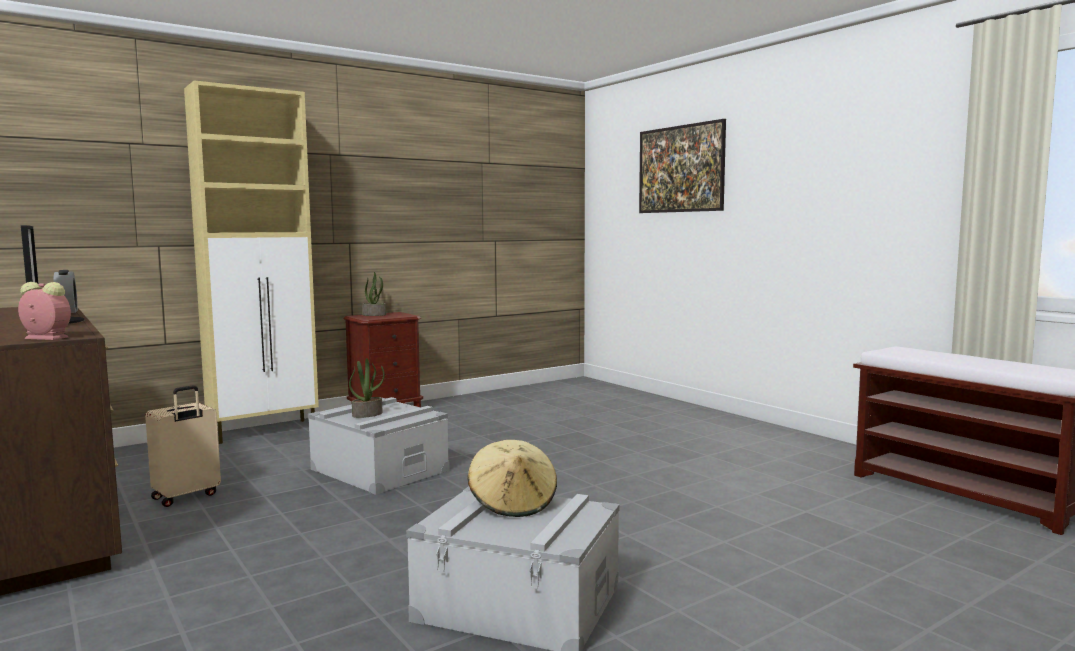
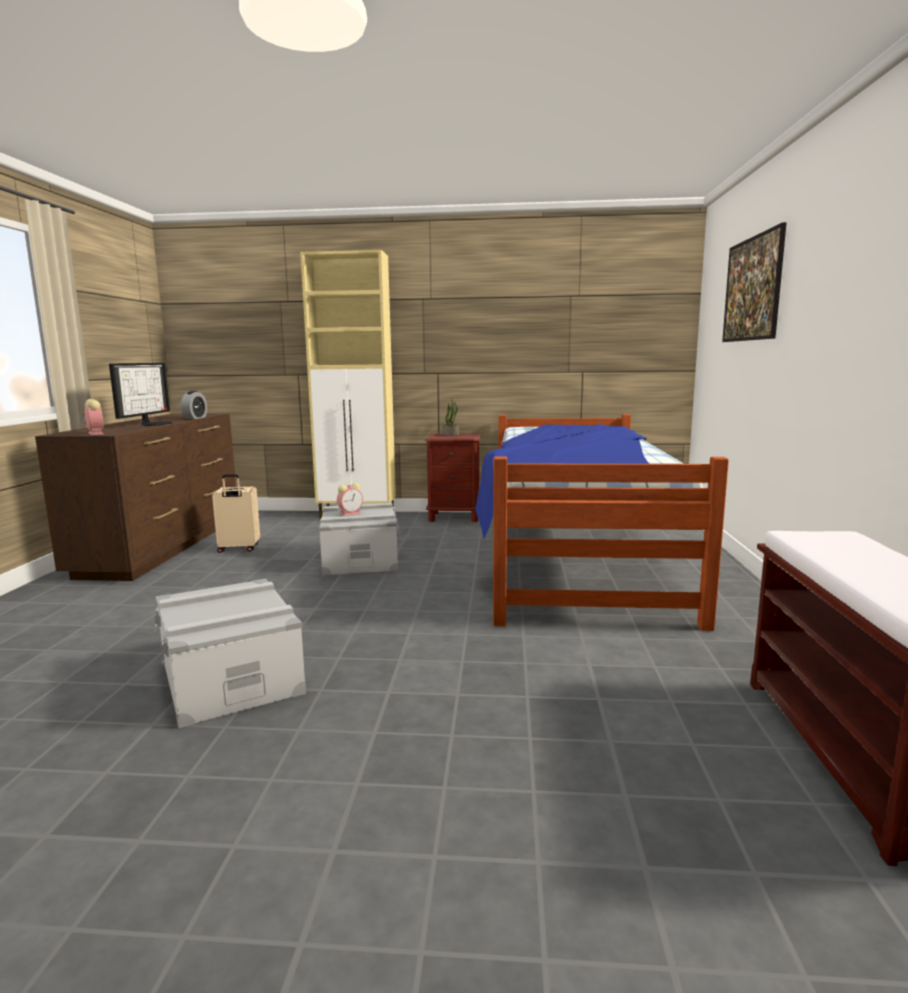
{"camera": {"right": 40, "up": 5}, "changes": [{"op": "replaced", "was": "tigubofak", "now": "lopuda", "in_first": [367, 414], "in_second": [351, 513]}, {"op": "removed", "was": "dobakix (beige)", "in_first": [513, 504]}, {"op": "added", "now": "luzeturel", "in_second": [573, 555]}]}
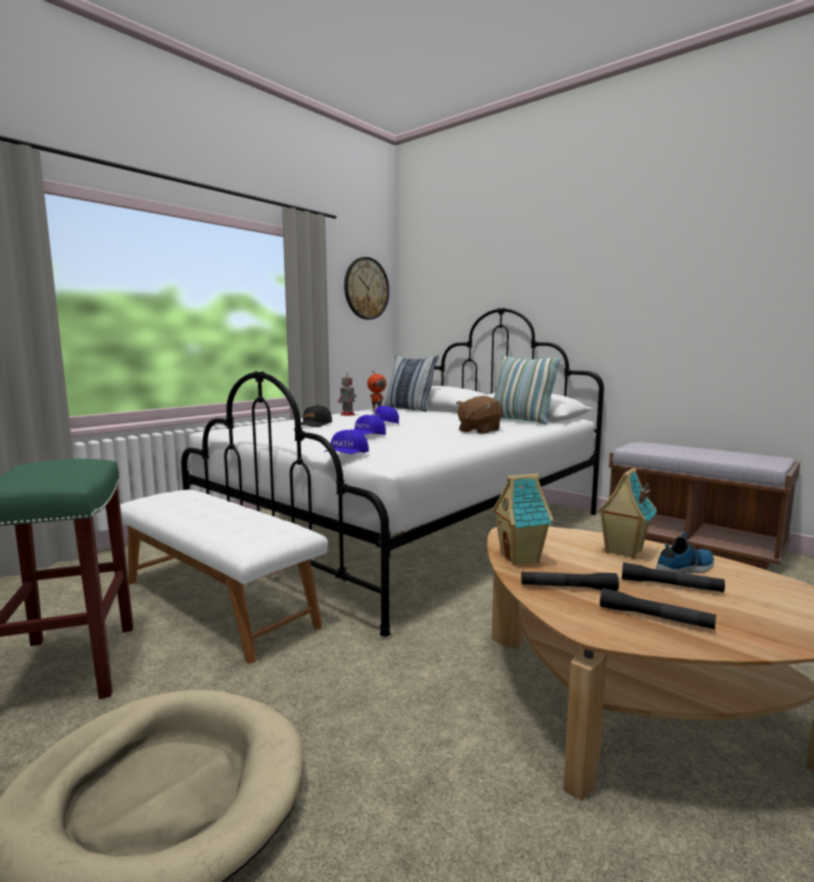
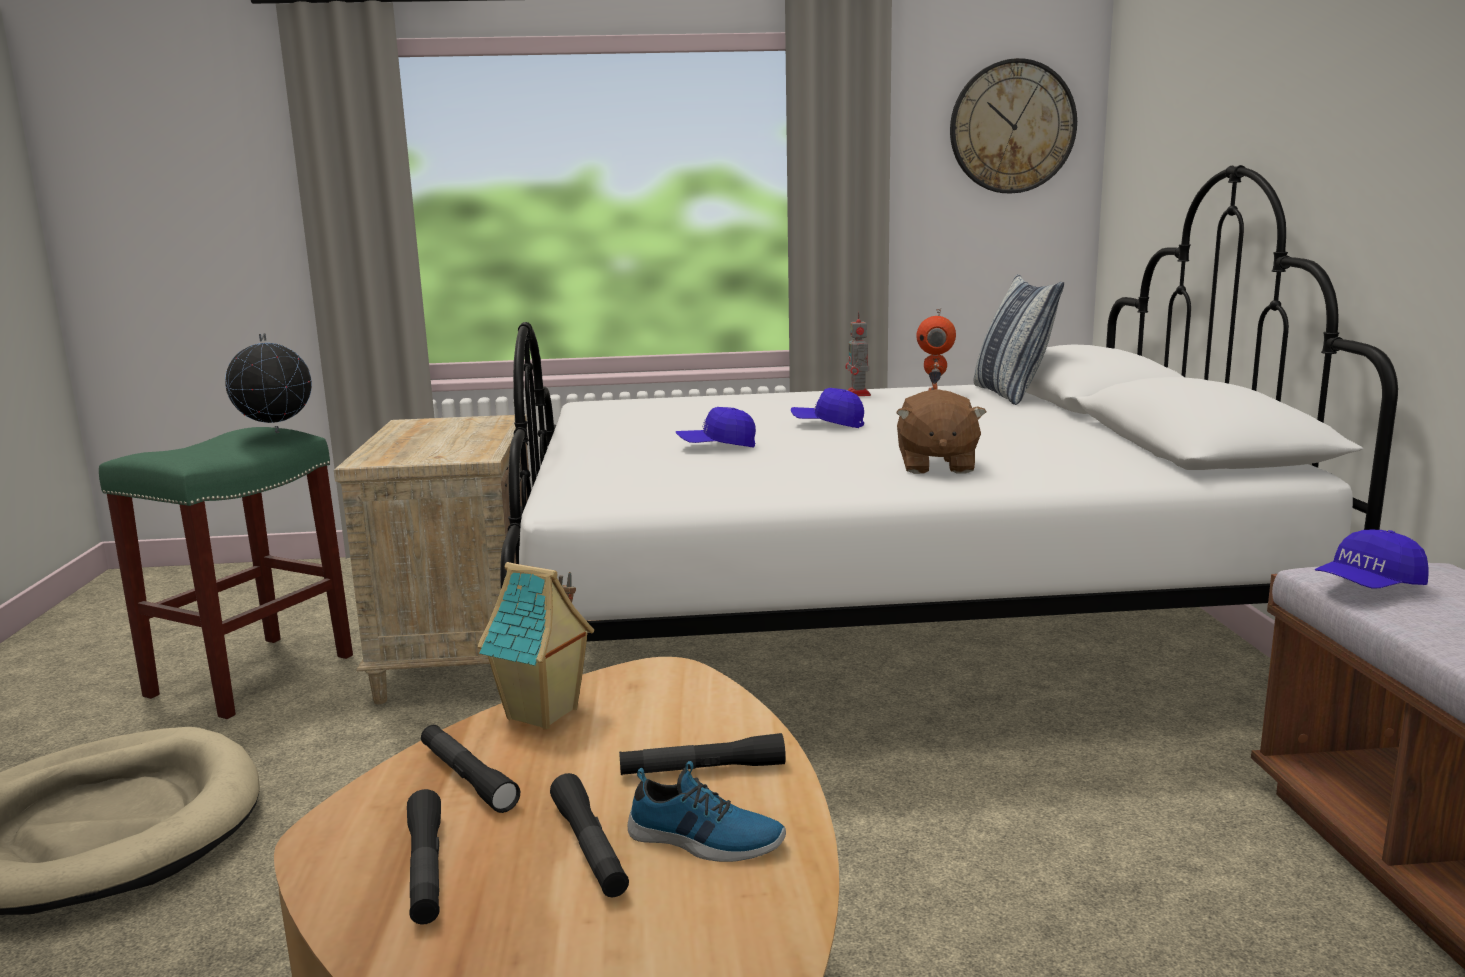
{"camera": {"right": 45, "up": 5}, "changes": [{"op": "replaced", "was": "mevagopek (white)", "now": "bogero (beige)", "in_first": [218, 602], "in_second": [461, 657]}, {"op": "removed", "was": "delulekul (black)", "in_first": [314, 424]}, {"op": "moved", "was": "delulekul (blue)", "in_first": [346, 456], "in_second": [1368, 586]}, {"op": "turned", "was": "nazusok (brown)", "in_first": [478, 431], "in_second": [936, 466], "clockwise": -75}, {"op": "removed", "was": "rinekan", "in_first": [520, 421]}, {"op": "replaced", "was": "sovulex", "now": "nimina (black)", "in_first": [622, 552], "in_second": [702, 769]}, {"op": "added", "now": "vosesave", "in_second": [275, 433]}]}
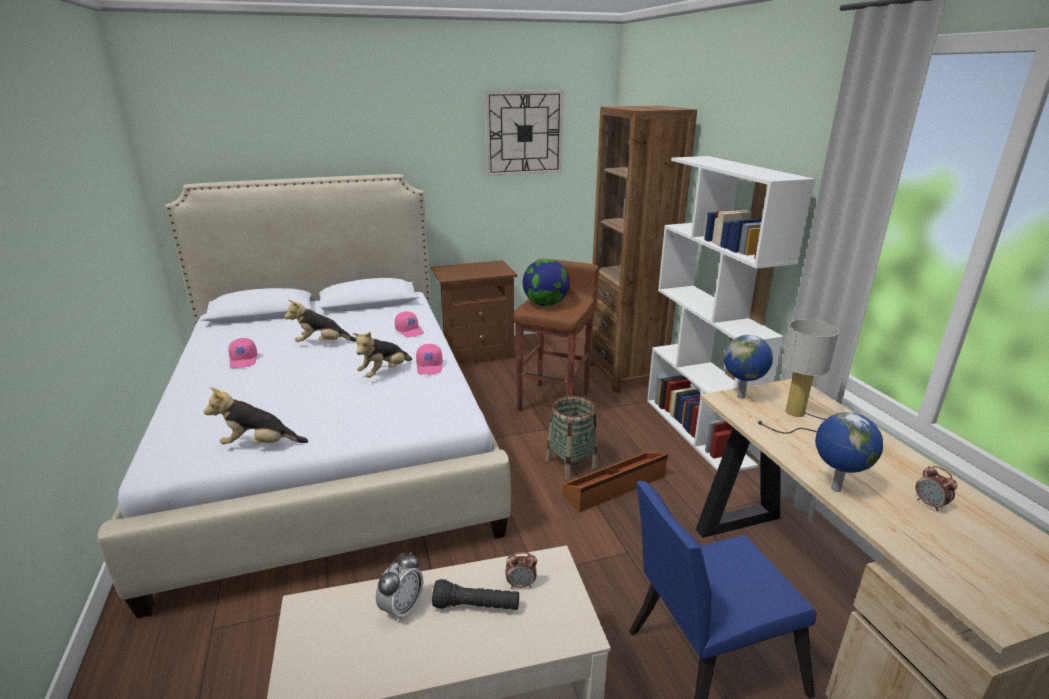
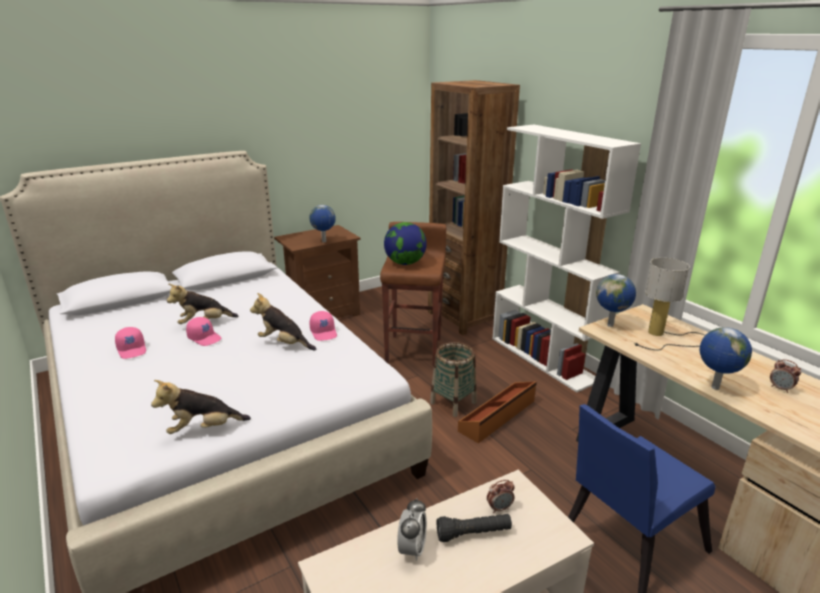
{"camera": {"right": -15, "up": 0}, "changes": [{"op": "turned", "was": "nazusok", "in_first": [384, 373], "in_second": [284, 343], "clockwise": 90}, {"op": "moved", "was": "delulekul (pink)", "in_first": [410, 331], "in_second": [205, 338]}, {"op": "removed", "was": "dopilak", "in_first": [524, 133]}, {"op": "added", "now": "vosesave", "in_second": [324, 241]}]}
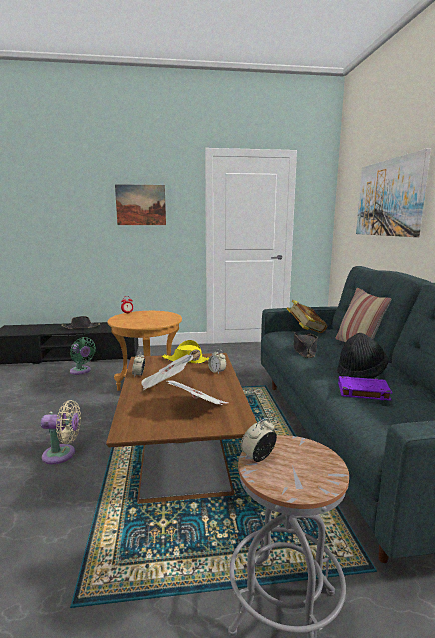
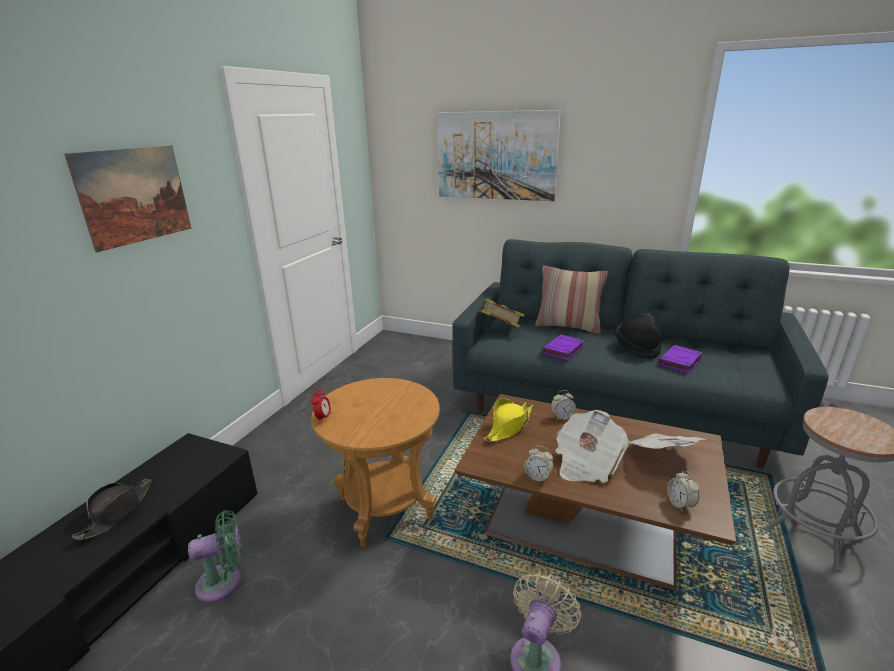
{"camera": {"right": -60, "up": 10}, "changes": [{"op": "moved", "was": "lopuda", "in_first": [258, 457], "in_second": [680, 504]}, {"op": "replaced", "was": "dobakix (black)", "now": "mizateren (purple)", "in_first": [304, 350], "in_second": [563, 350]}]}
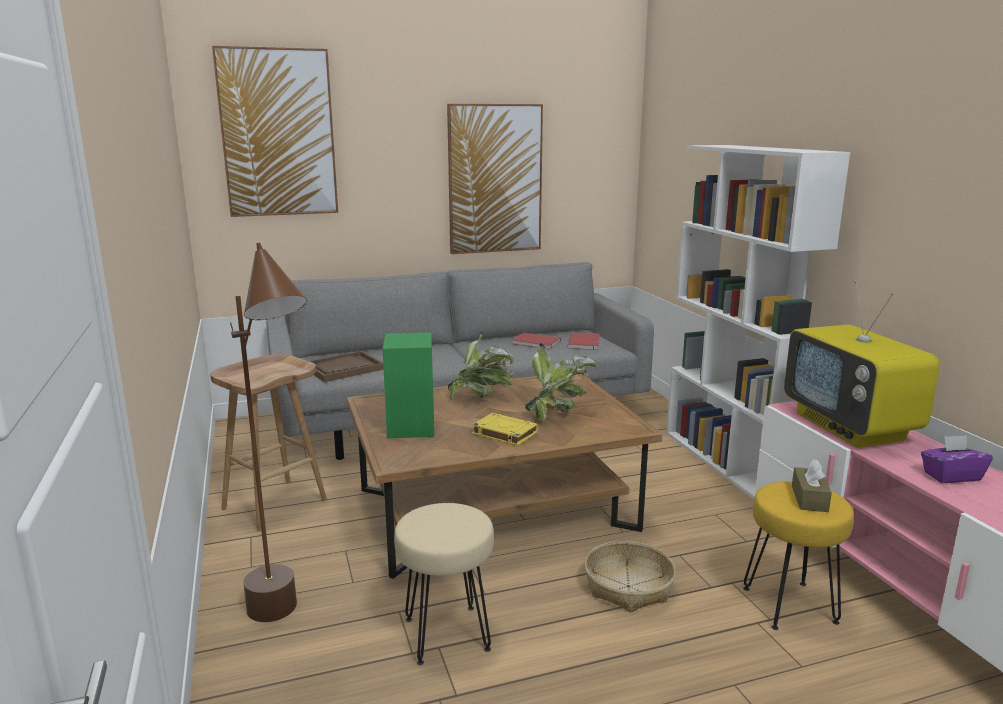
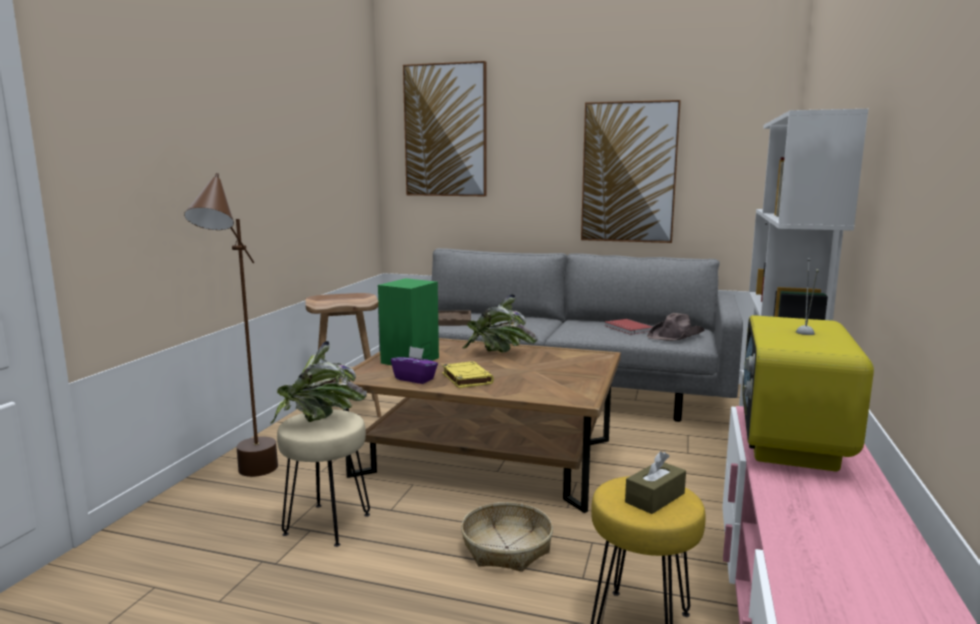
{"camera": {"right": 35, "up": -5}, "changes": [{"op": "moved", "was": "tigubofak", "in_first": [557, 412], "in_second": [319, 422]}, {"op": "replaced", "was": "mizateren (red)", "now": "dobakix (brown)", "in_first": [585, 343], "in_second": [676, 336]}, {"op": "moved", "was": "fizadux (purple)", "in_first": [951, 476], "in_second": [415, 379]}]}
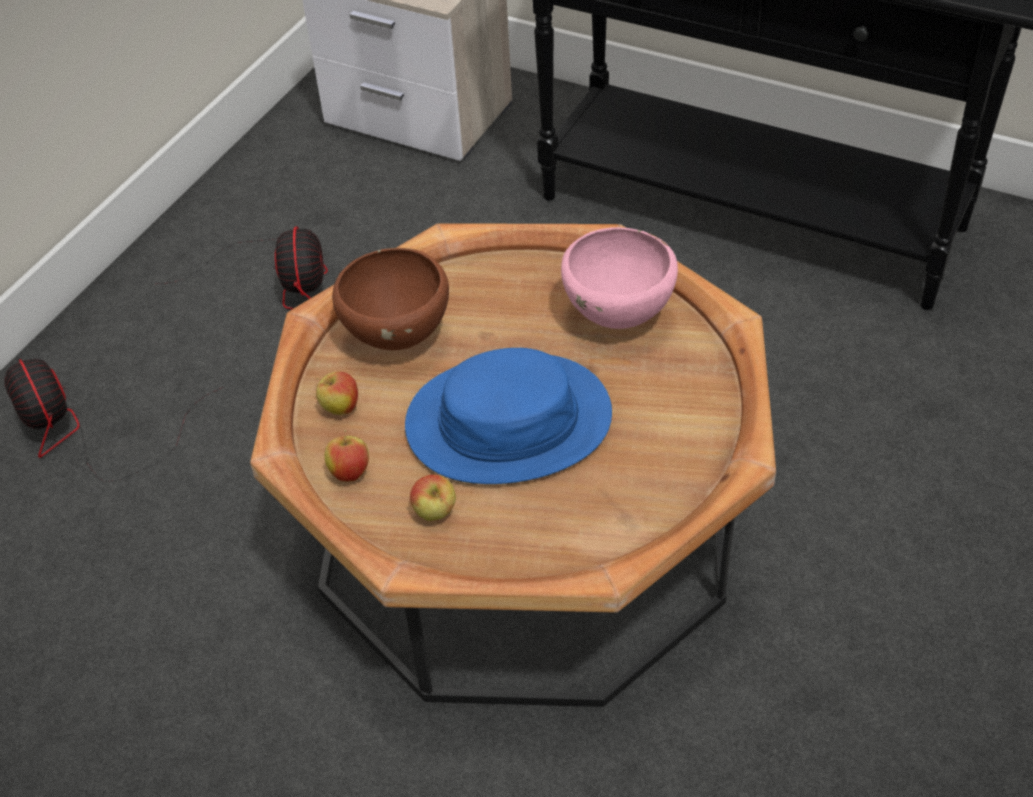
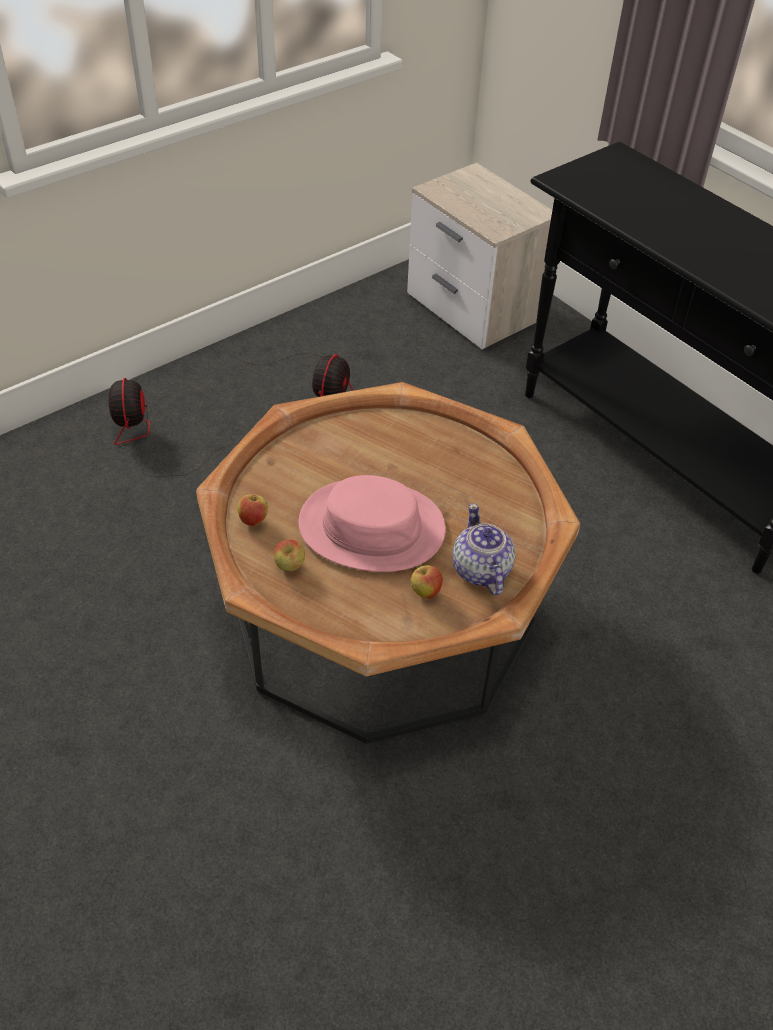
{"camera": {"right": 20, "up": 0}, "changes": [{"op": "moved", "was": "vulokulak", "in_first": [340, 408], "in_second": [425, 592]}, {"op": "removed", "was": "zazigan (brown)", "in_first": [398, 337]}, {"op": "recoloured", "was": "dobakix (blue)", "now": "dobakix (pink)", "in_first": [508, 420], "in_second": [372, 527]}, {"op": "removed", "was": "zazigan (pink)", "in_first": [619, 317]}, {"op": "added", "now": "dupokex", "in_second": [480, 570]}]}
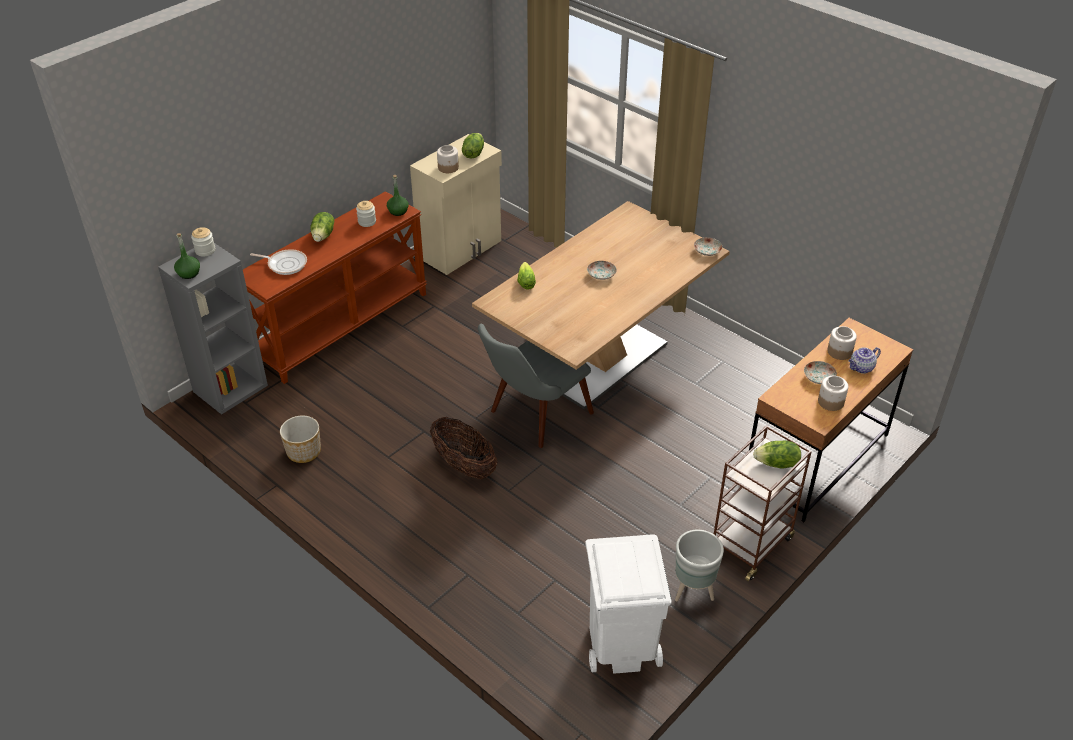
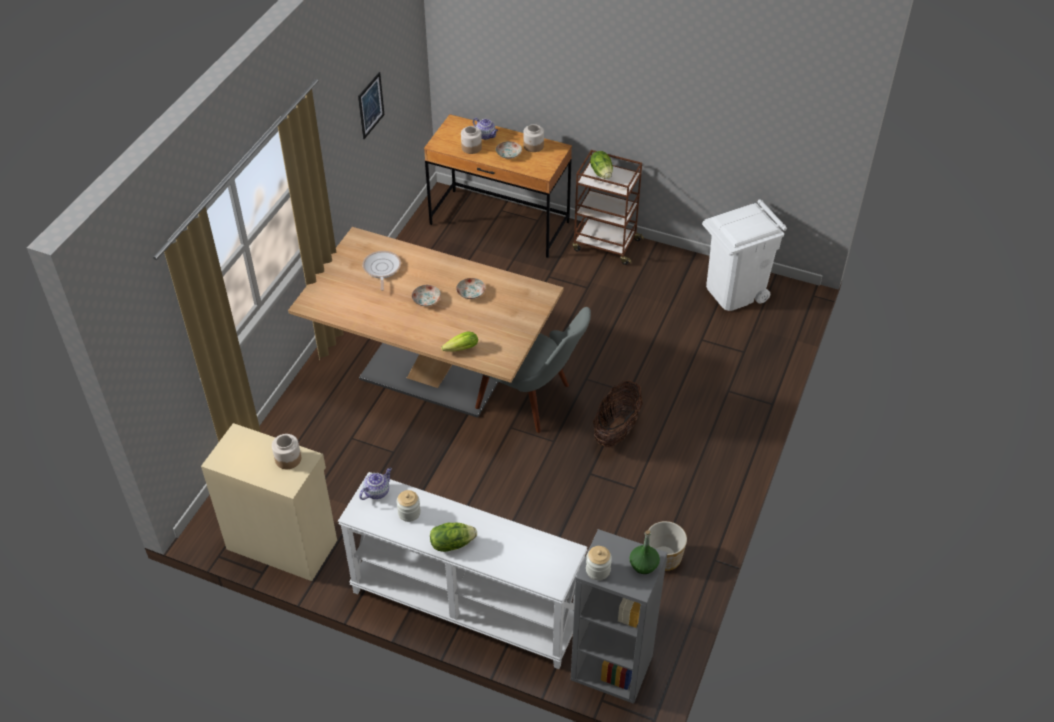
{"camera": {"right": -110, "up": 5}, "changes": [{"op": "recoloured", "was": "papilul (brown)", "now": "papilul (white)", "in_first": [341, 325], "in_second": [465, 607]}, {"op": "moved", "was": "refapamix", "in_first": [285, 264], "in_second": [381, 269]}, {"op": "replaced", "was": "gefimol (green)", "now": "dupokex", "in_first": [398, 211], "in_second": [377, 491]}, {"op": "removed", "was": "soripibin", "in_first": [473, 153]}, {"op": "removed", "was": "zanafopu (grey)", "in_first": [693, 591]}, {"op": "moved", "was": "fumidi", "in_first": [707, 251], "in_second": [471, 293]}, {"op": "added", "now": "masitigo", "in_second": [370, 105]}]}
